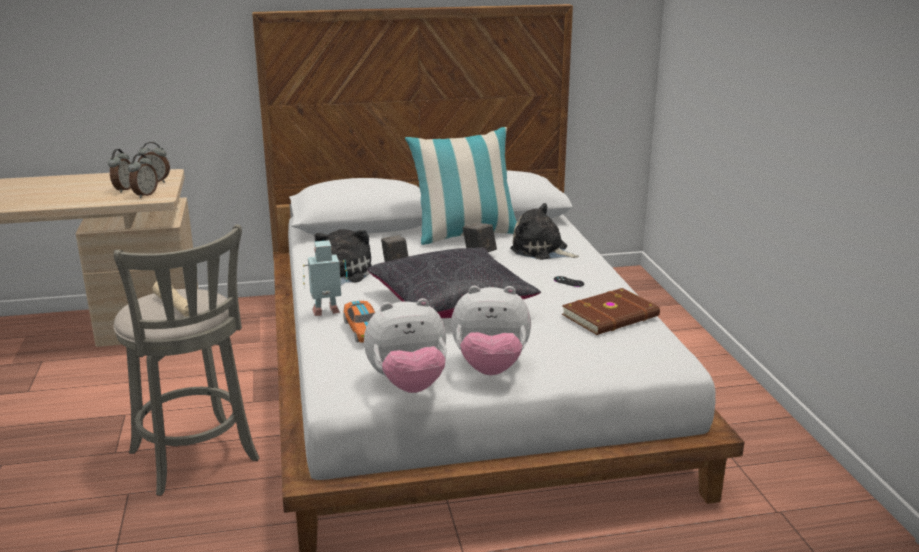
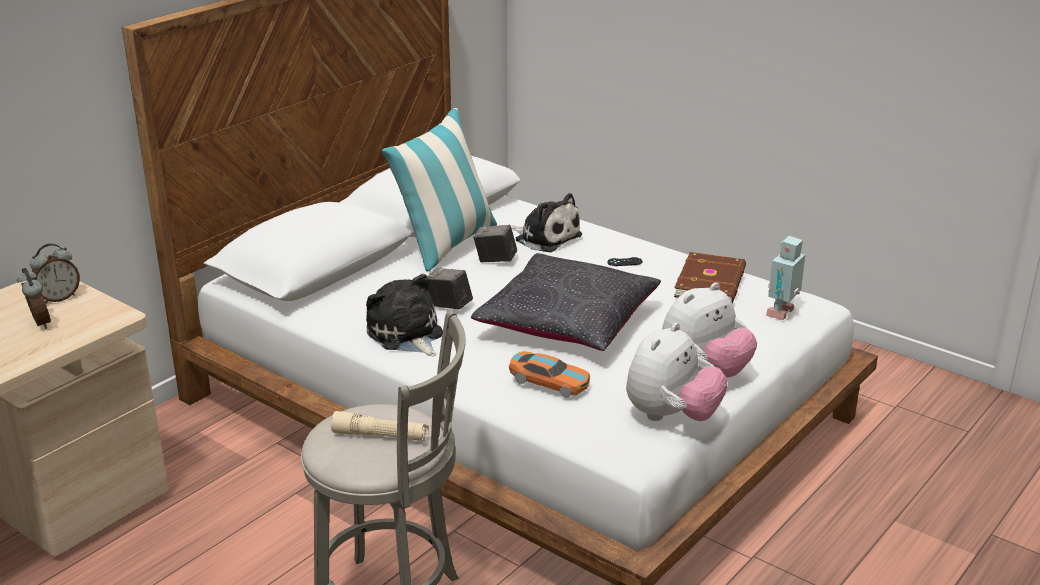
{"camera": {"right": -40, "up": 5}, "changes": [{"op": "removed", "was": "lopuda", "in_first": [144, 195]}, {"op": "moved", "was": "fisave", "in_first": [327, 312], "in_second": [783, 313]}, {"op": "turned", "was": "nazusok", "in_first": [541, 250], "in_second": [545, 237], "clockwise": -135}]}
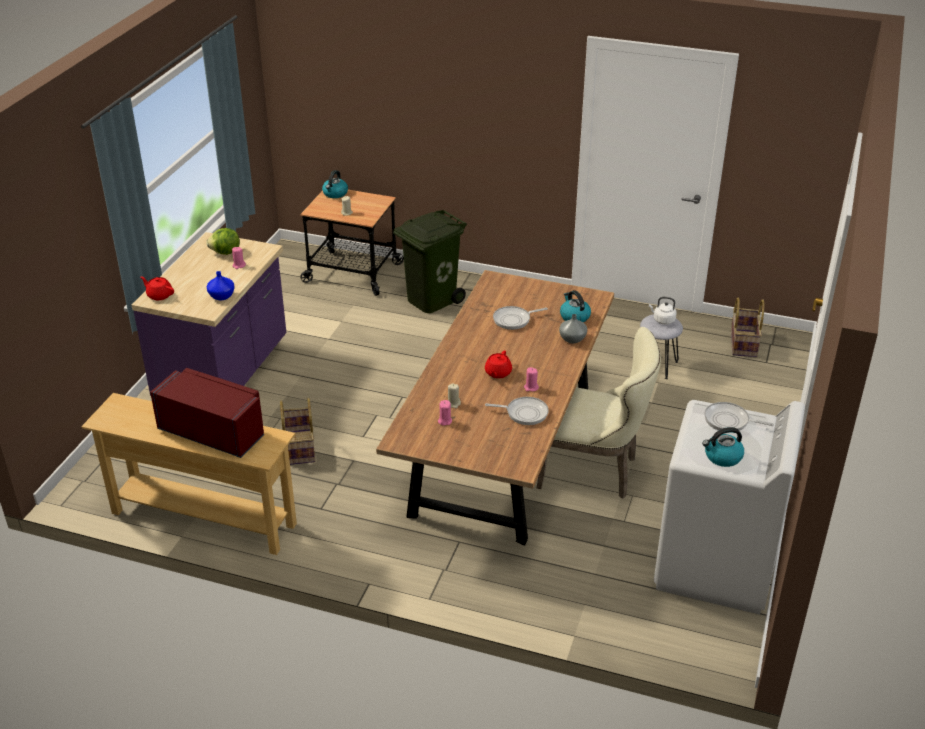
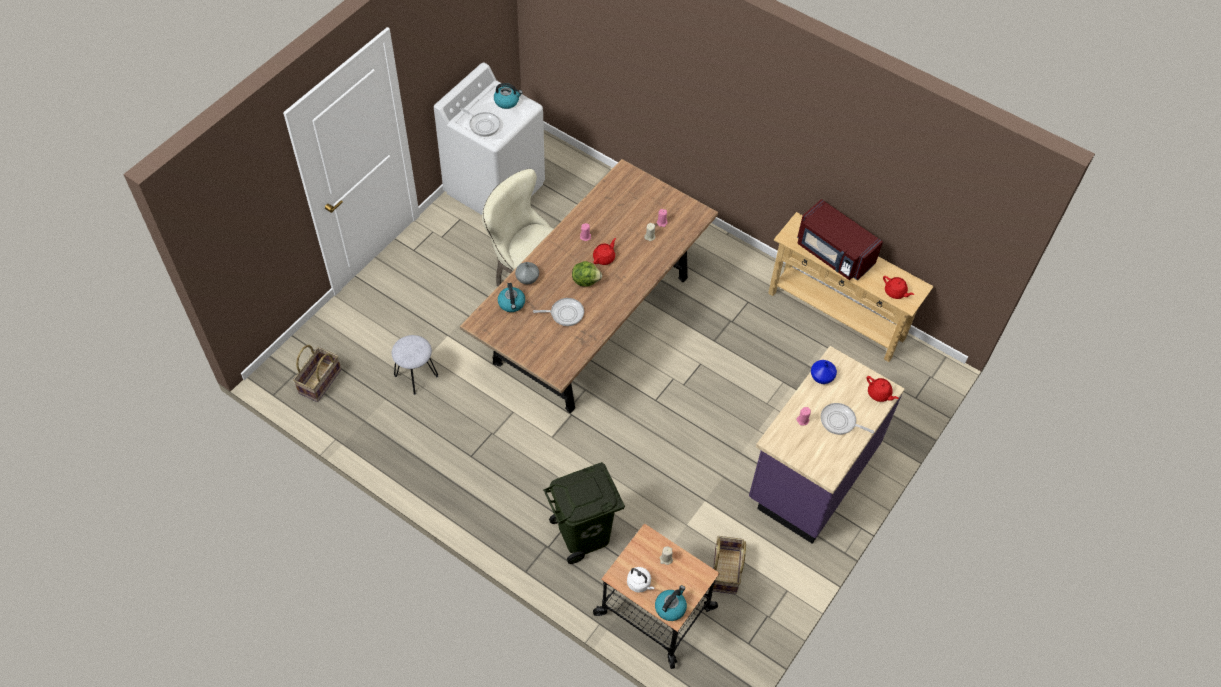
{"camera": {"right": -165, "up": 20}, "changes": [{"op": "moved", "was": "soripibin", "in_first": [225, 253], "in_second": [585, 280]}, {"op": "moved", "was": "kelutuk", "in_first": [299, 447], "in_second": [726, 571]}, {"op": "moved", "was": "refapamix", "in_first": [524, 413], "in_second": [840, 422]}, {"op": "moved", "was": "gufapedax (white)", "in_first": [662, 320], "in_second": [639, 583]}, {"op": "added", "now": "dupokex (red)", "in_second": [895, 292]}]}
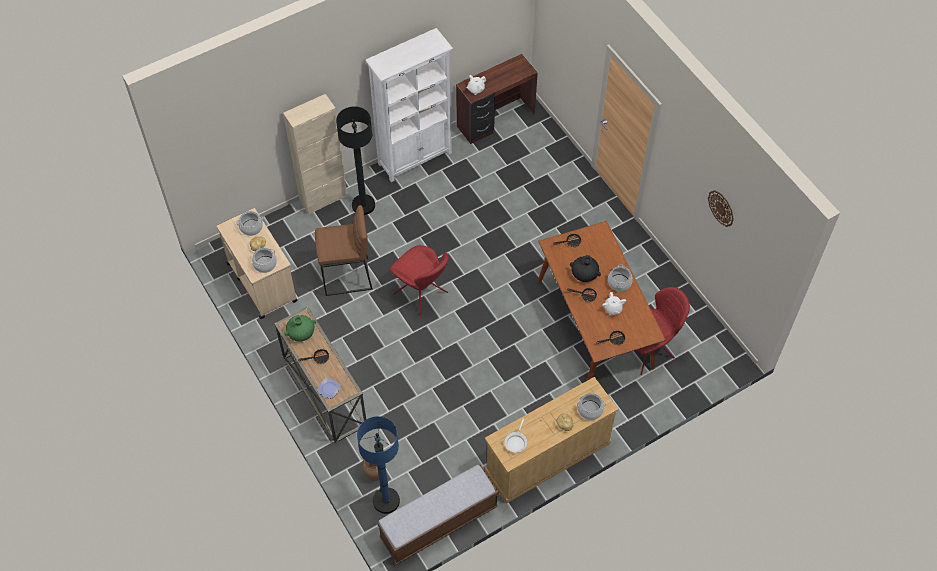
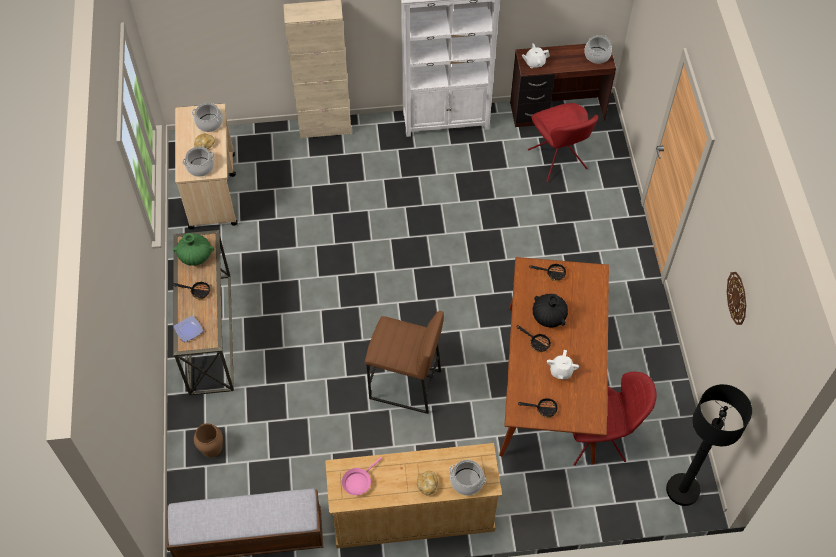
{"camera": {"right": 25, "up": 0}, "changes": [{"op": "moved", "was": "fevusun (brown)", "in_first": [347, 277], "in_second": [405, 385]}, {"op": "moved", "was": "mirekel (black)", "in_first": [363, 205], "in_second": [683, 490]}, {"op": "removed", "was": "mirekel (blue)", "in_first": [386, 501]}, {"op": "moved", "was": "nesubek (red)", "in_first": [421, 295], "in_second": [558, 161]}, {"op": "recoloured", "was": "refapamix (white)", "now": "refapamix (pink)", "in_first": [516, 442], "in_second": [358, 481]}, {"op": "moved", "was": "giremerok", "in_first": [619, 282], "in_second": [597, 55]}]}
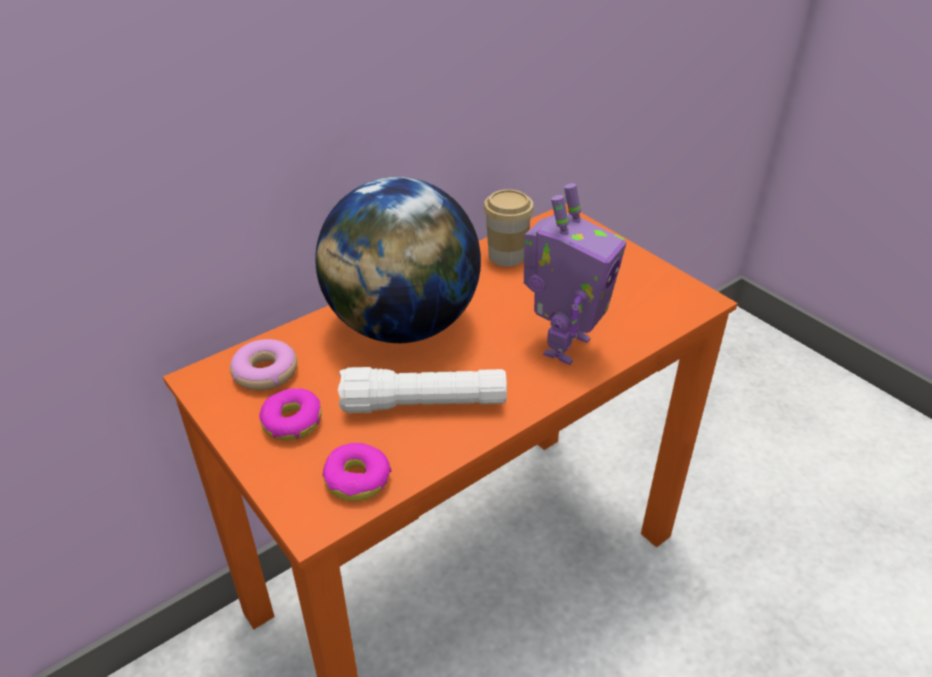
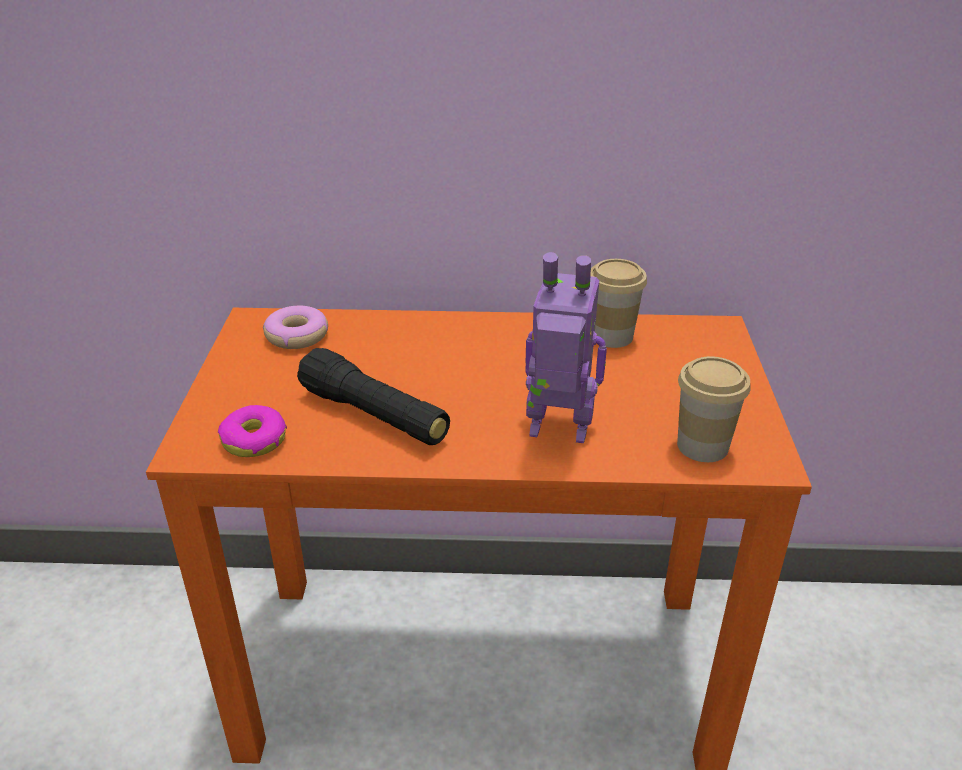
{"camera": {"right": 40, "up": -5}, "changes": [{"op": "removed", "was": "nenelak", "in_first": [292, 422]}, {"op": "removed", "was": "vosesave", "in_first": [402, 325]}, {"op": "recoloured", "was": "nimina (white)", "now": "nimina (black)", "in_first": [424, 404], "in_second": [374, 416]}, {"op": "turned", "was": "fisave", "in_first": [563, 345], "in_second": [558, 432], "clockwise": -150}, {"op": "added", "now": "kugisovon", "in_second": [702, 446]}]}
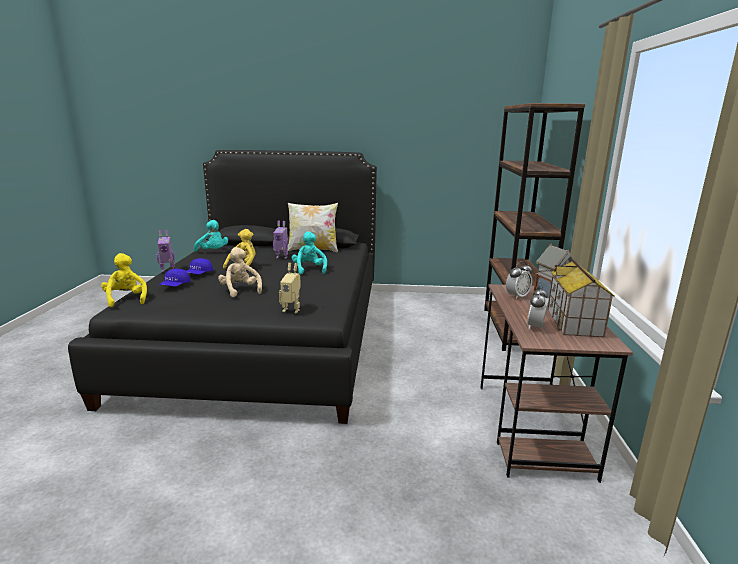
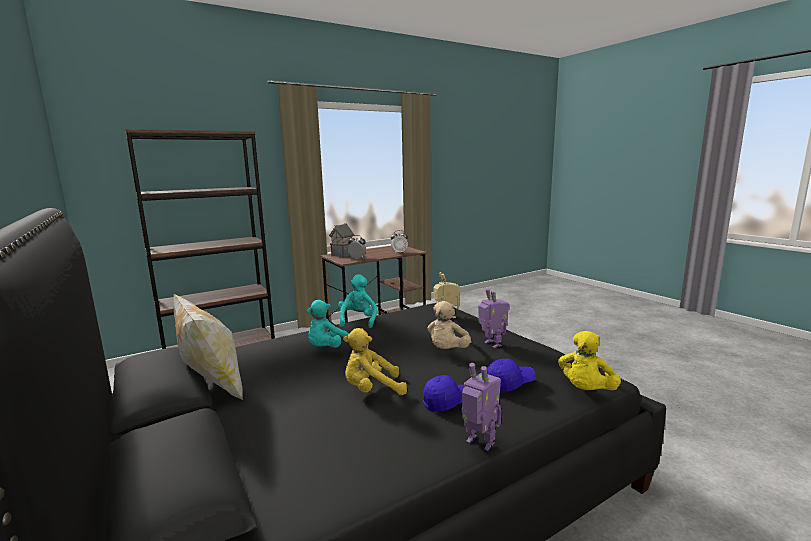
{"camera": {"right": -125, "up": -5}, "changes": [{"op": "moved", "was": "nazusok (turquoise)", "in_first": [213, 252], "in_second": [358, 320]}, {"op": "moved", "was": "fisave", "in_first": [282, 257], "in_second": [492, 344]}, {"op": "removed", "was": "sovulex", "in_first": [574, 323]}]}
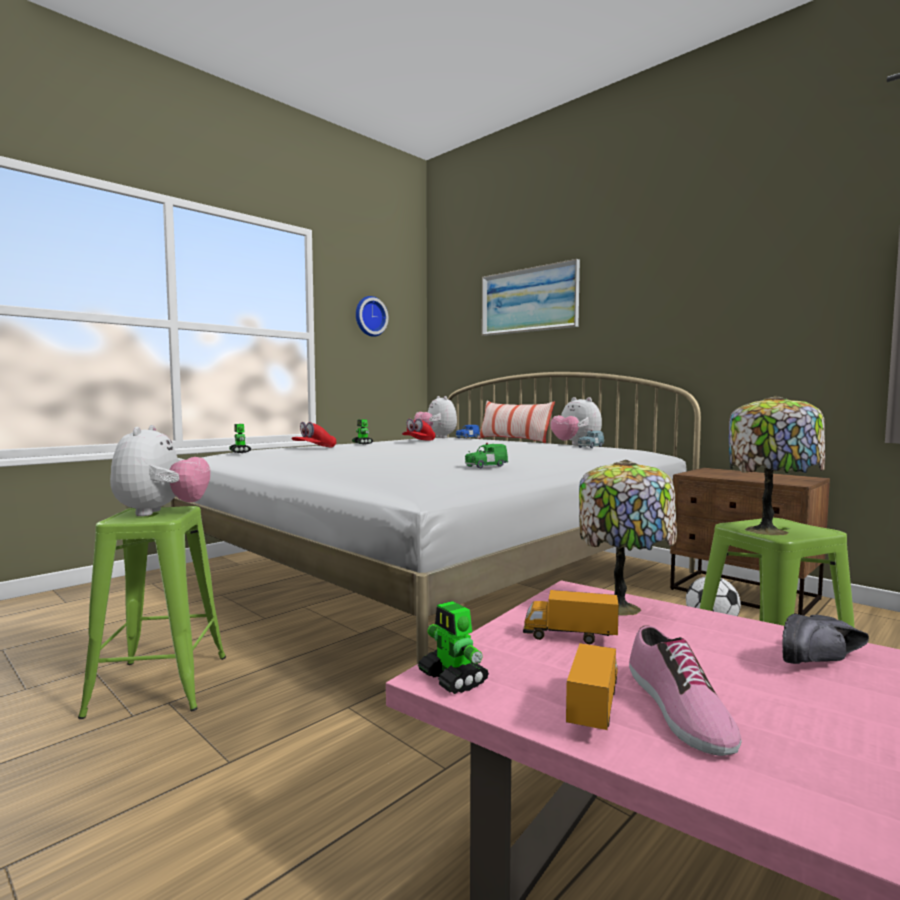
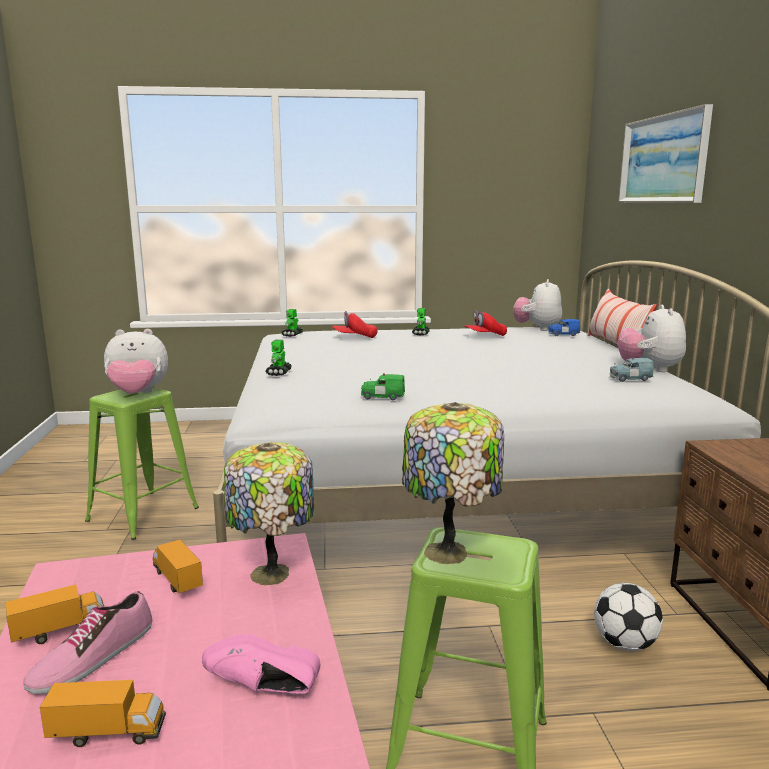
{"camera": {"right": 40, "up": 10}, "changes": [{"op": "turned", "was": "nazusok", "in_first": [161, 512], "in_second": [138, 394], "clockwise": 45}, {"op": "removed", "was": "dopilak", "in_first": [369, 316]}, {"op": "moved", "was": "fisave", "in_first": [453, 679], "in_second": [278, 373]}, {"op": "recoloured", "was": "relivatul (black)", "now": "relivatul (pink)", "in_first": [824, 662], "in_second": [262, 689]}, {"op": "added", "now": "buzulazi", "in_second": [108, 734]}]}
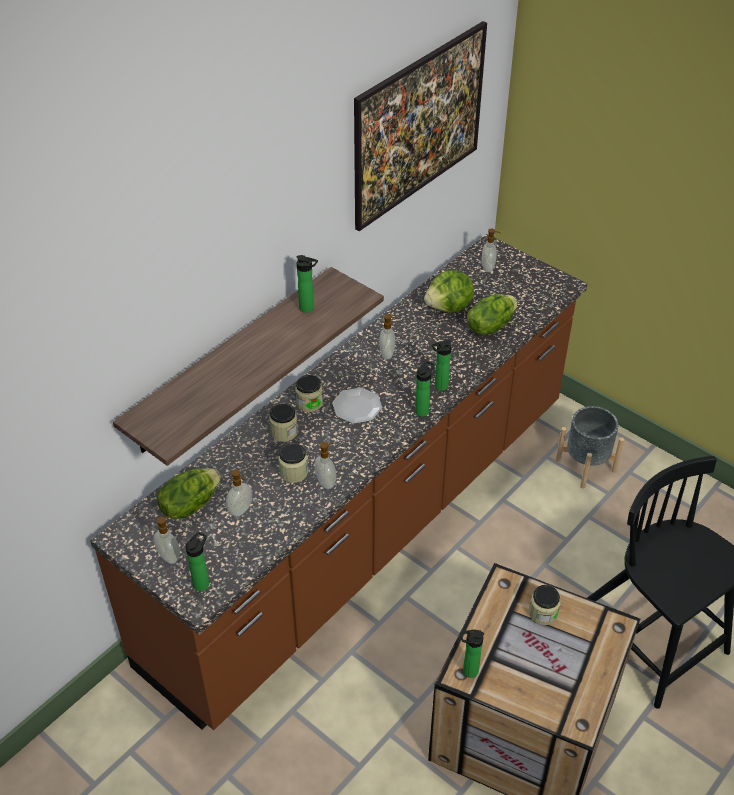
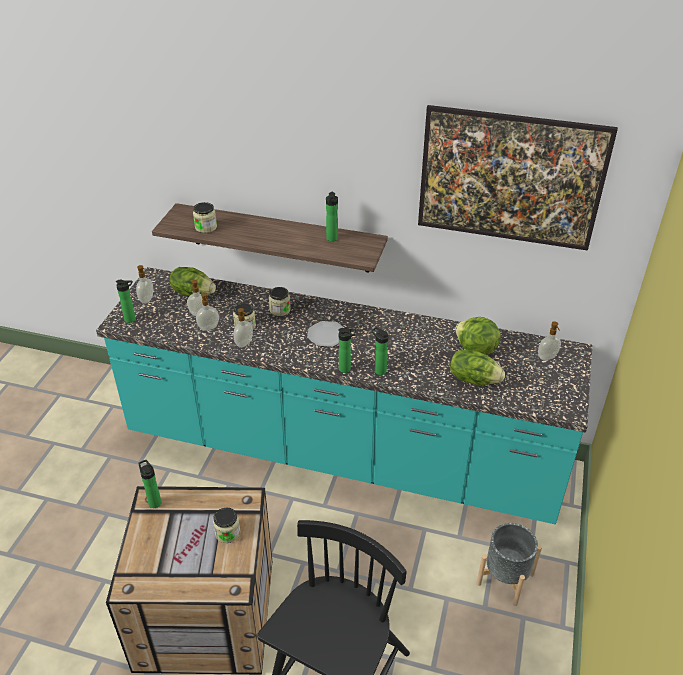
{"camera": {"right": 65, "up": -5}, "changes": [{"op": "recoloured", "was": "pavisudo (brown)", "now": "pavisudo (turquoise)", "in_first": [367, 529], "in_second": [341, 453]}, {"op": "moved", "was": "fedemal", "in_first": [309, 403], "in_second": [206, 227]}, {"op": "moved", "was": "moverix", "in_first": [387, 353], "in_second": [209, 328]}]}
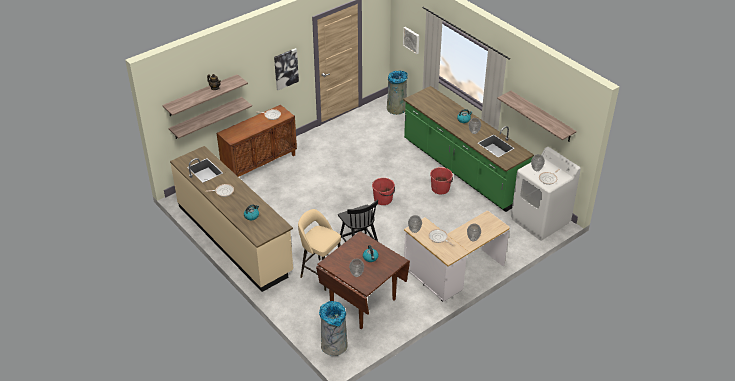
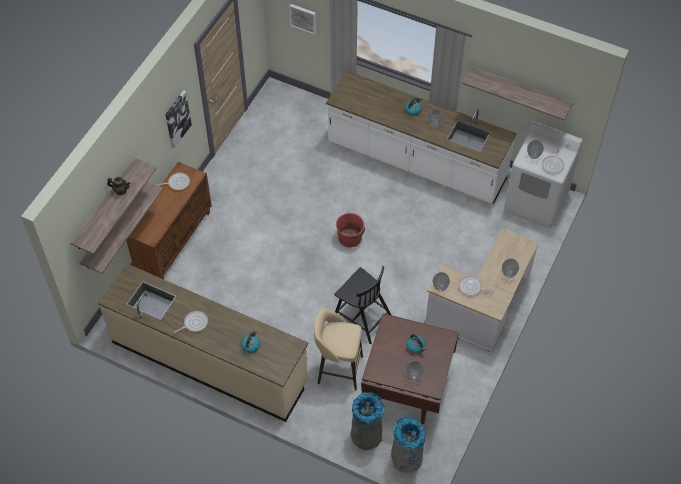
{"camera": {"right": -25, "up": 15}, "changes": [{"op": "moved", "was": "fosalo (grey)", "in_first": [396, 108], "in_second": [366, 434]}, {"op": "recoloured", "was": "pavisudo (green)", "now": "pavisudo (white)", "in_first": [462, 170], "in_second": [416, 162]}, {"op": "removed", "was": "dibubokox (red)", "in_first": [440, 188]}]}
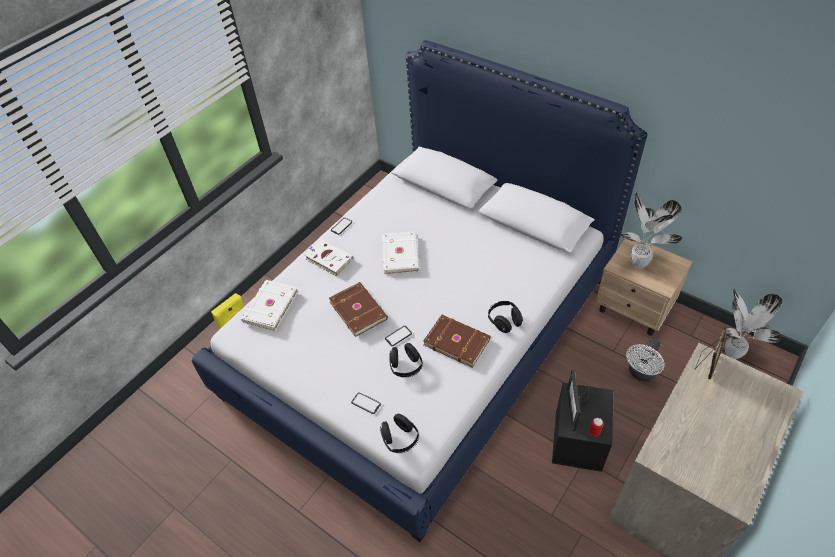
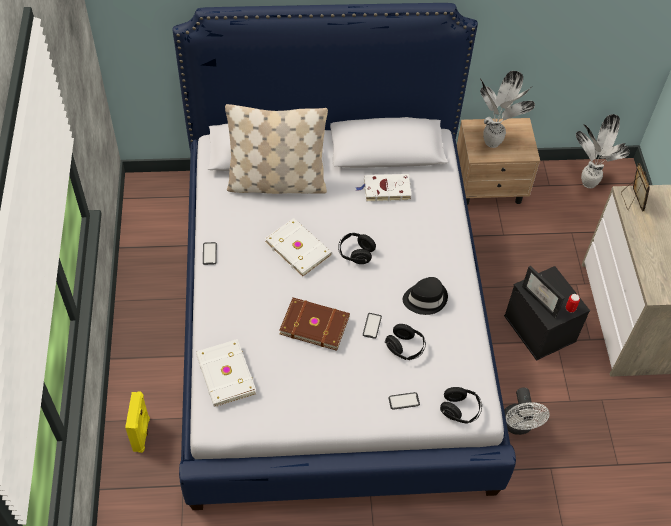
{"camera": {"right": -45, "up": 5}, "changes": [{"op": "moved", "was": "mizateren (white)", "in_first": [328, 259], "in_second": [385, 190]}, {"op": "replaced", "was": "mizateren (brown)", "now": "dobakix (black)", "in_first": [457, 341], "in_second": [425, 298]}, {"op": "moved", "was": "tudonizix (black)", "in_first": [504, 321], "in_second": [356, 253]}, {"op": "moved", "was": "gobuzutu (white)", "in_first": [641, 374], "in_second": [518, 426]}, {"op": "added", "now": "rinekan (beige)", "in_second": [277, 182]}]}
